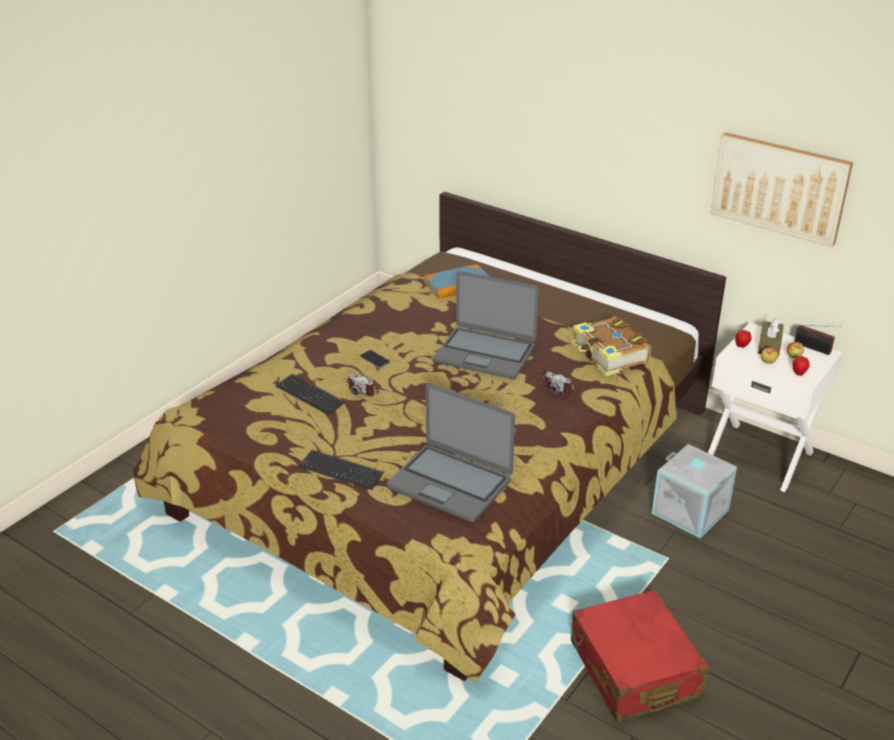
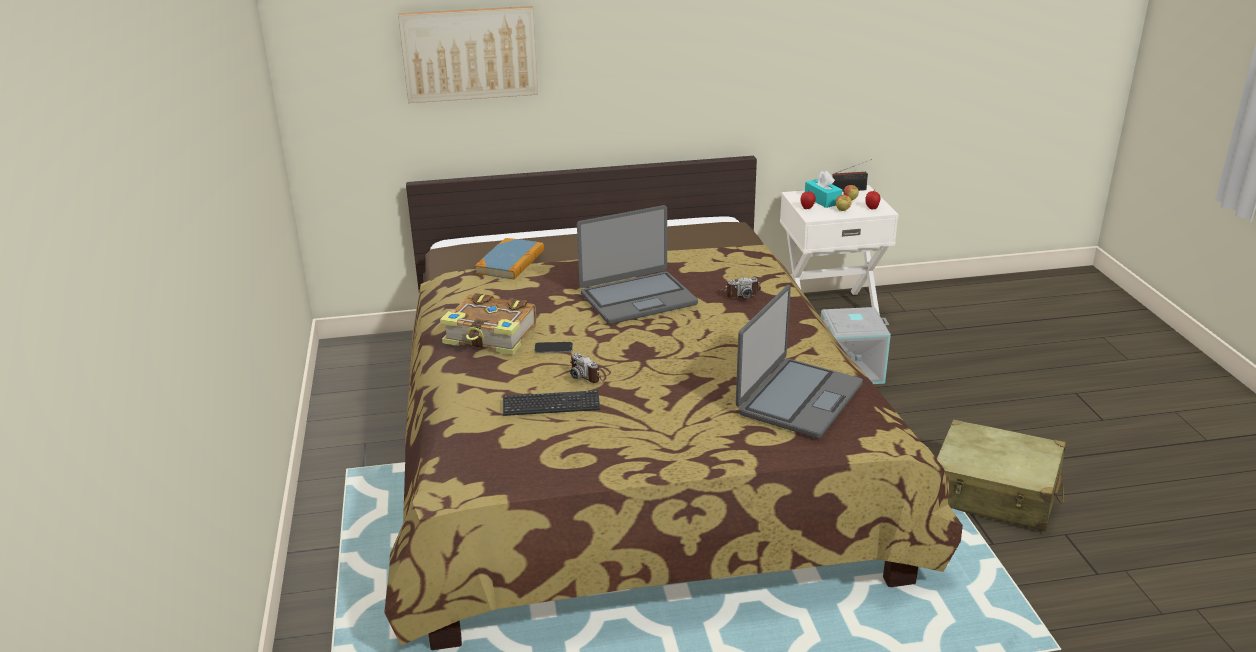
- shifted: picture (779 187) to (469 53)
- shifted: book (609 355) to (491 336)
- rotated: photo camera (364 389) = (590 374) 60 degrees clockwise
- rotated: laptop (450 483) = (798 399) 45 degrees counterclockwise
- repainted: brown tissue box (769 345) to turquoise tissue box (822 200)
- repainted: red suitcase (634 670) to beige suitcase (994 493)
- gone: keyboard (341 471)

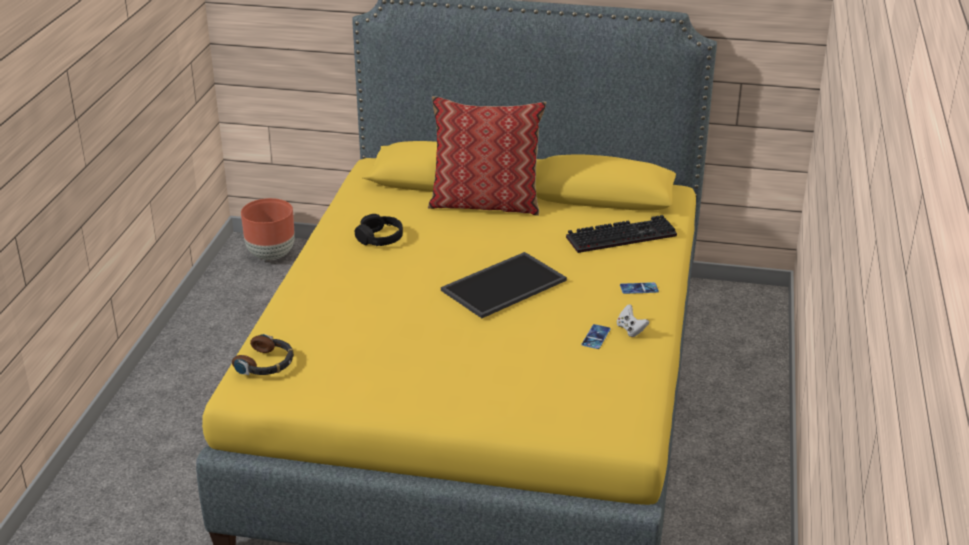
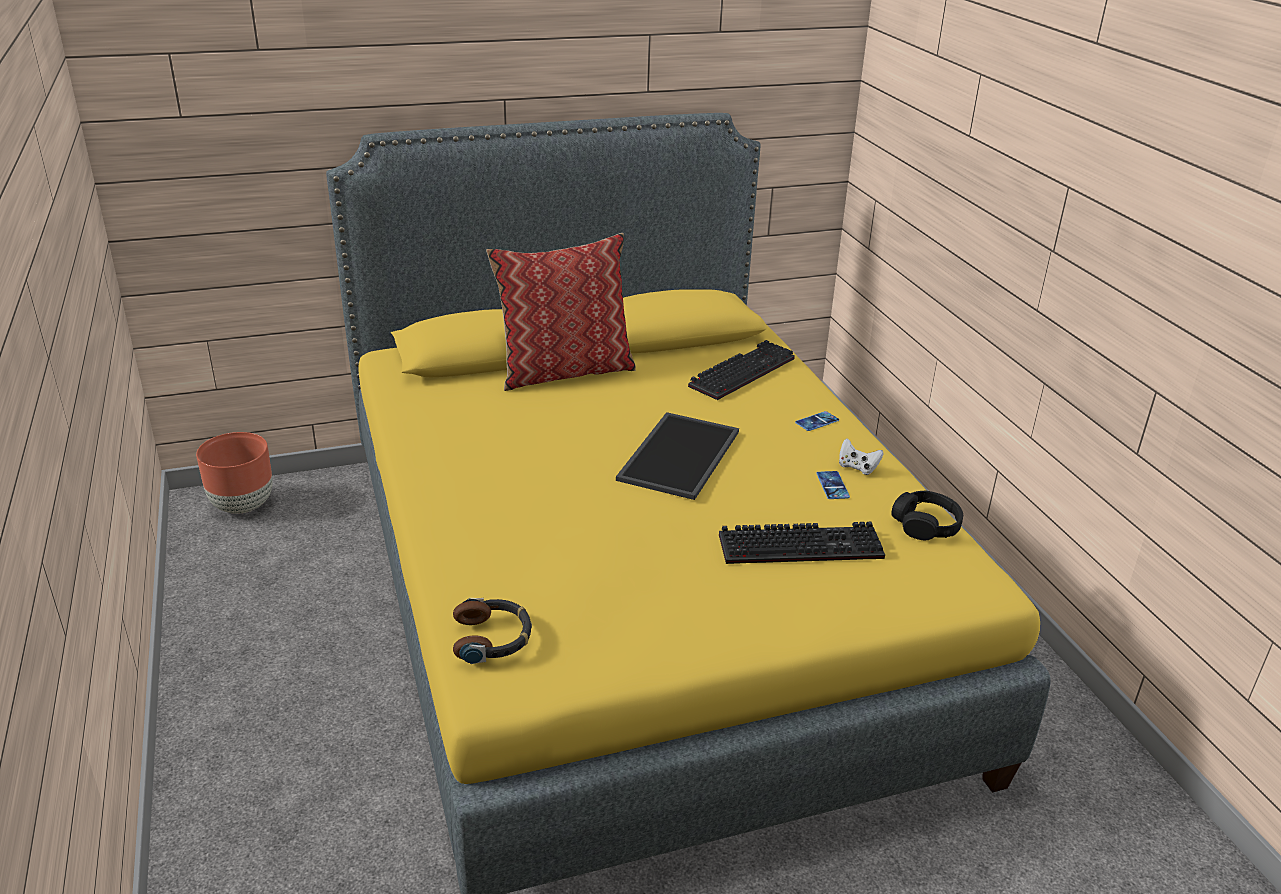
- new: keyboard (802 545)
- shifted: black headphones (379 238) to (926 525)

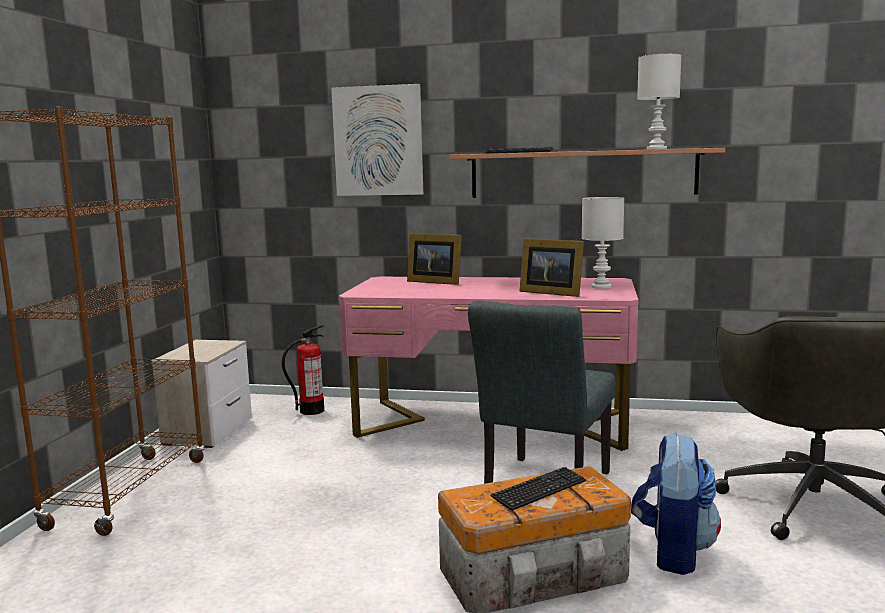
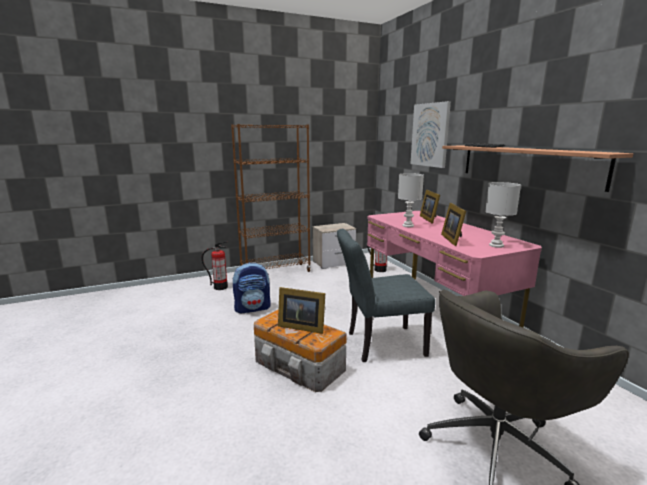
- new: fire extinguisher (220 287)
- shifted: backpack (673 551) to (252 308)
- swapped: keyboard (539 490) to picture frame (300 326)
- shifted: white table lamp (657 149) to (408 226)

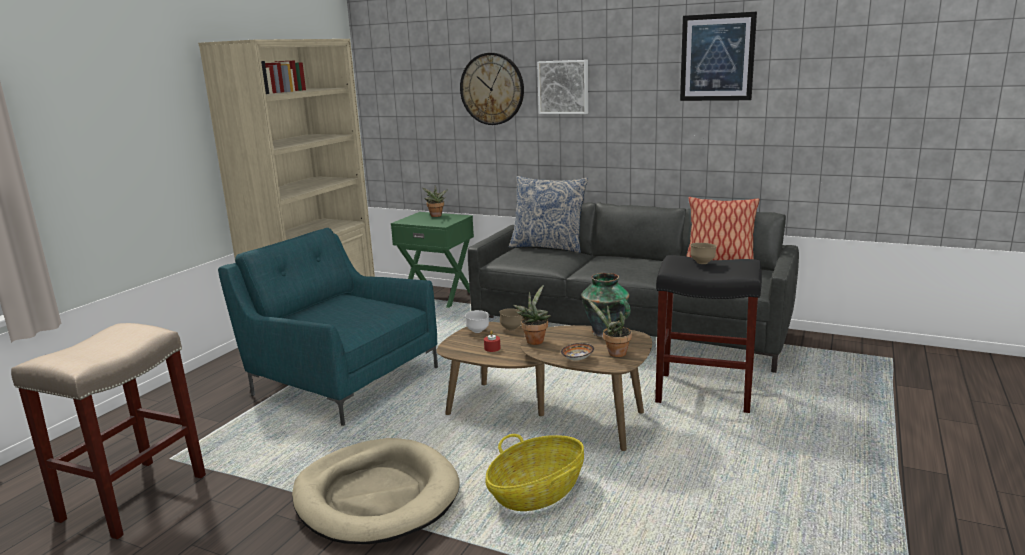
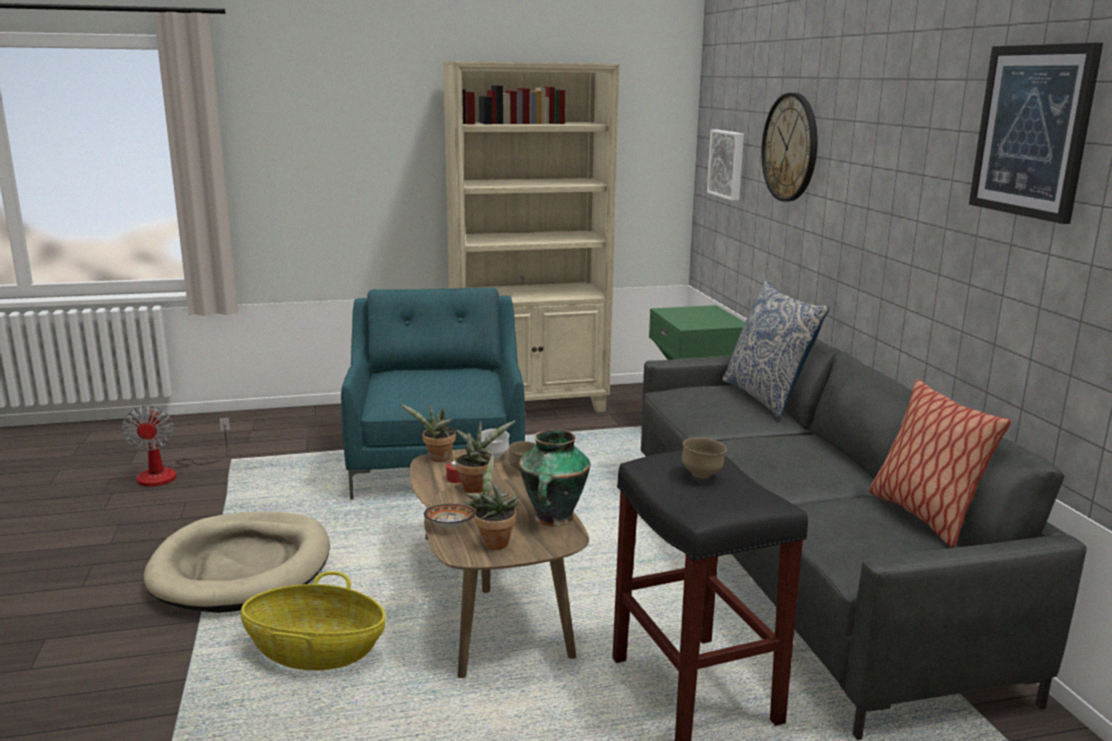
- swapped: beige stool (134 496) to fan (170 473)
- shifted: potted plant (436 216) to (437 458)
- shifted: picture (563 87) to (728 164)

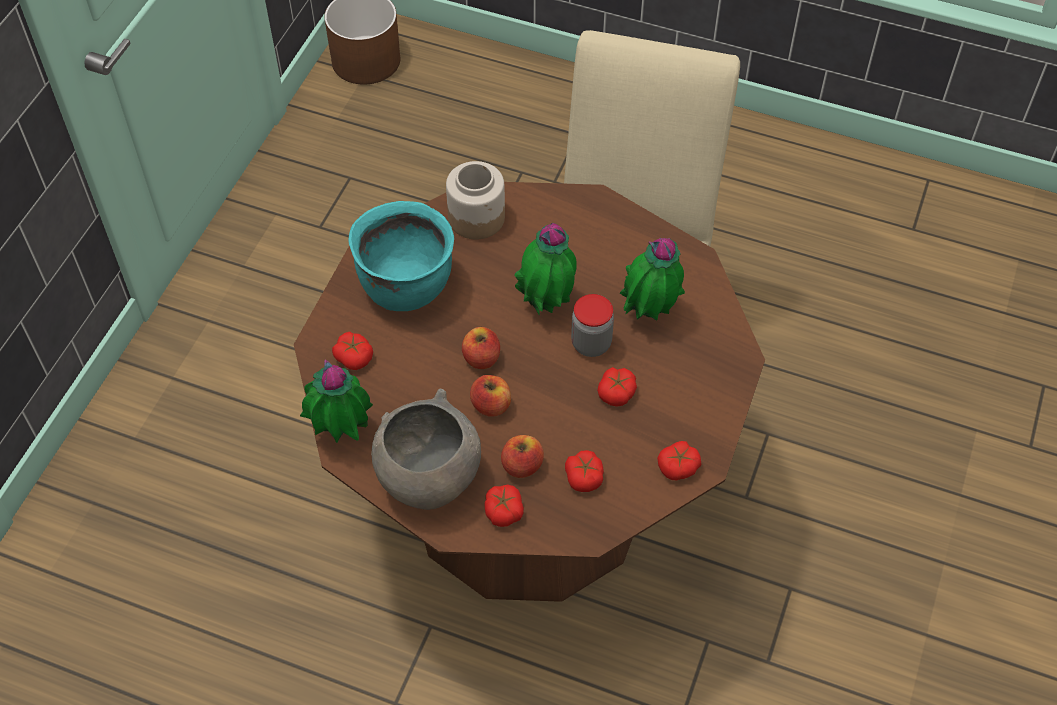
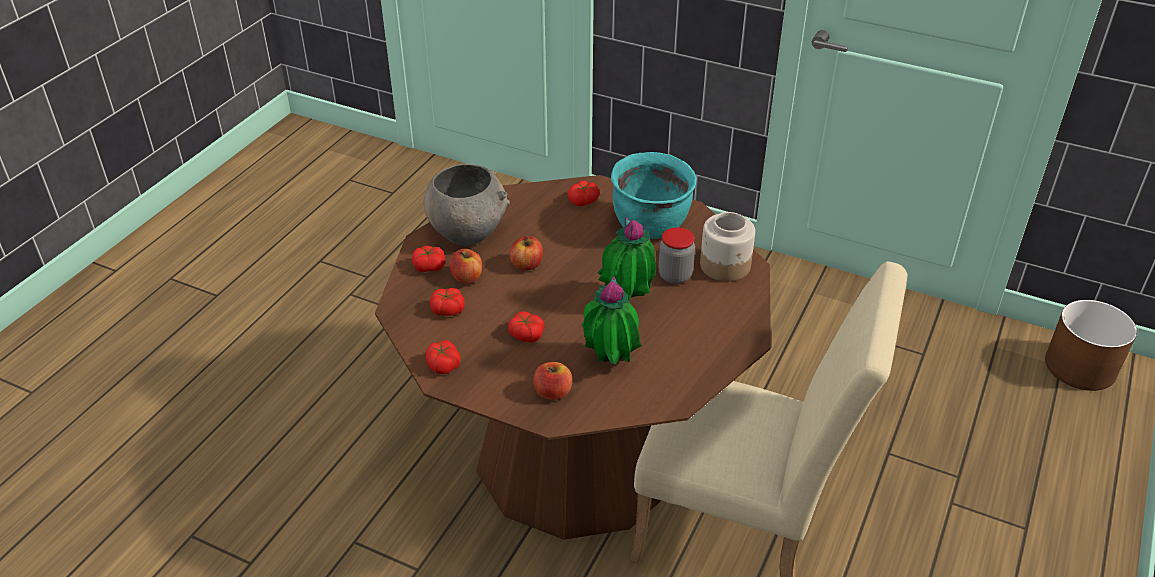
- shifted: apple (481 358) to (553 392)
- shifted: jar (591 343) to (675 275)
- gone: potted plant (341 433)

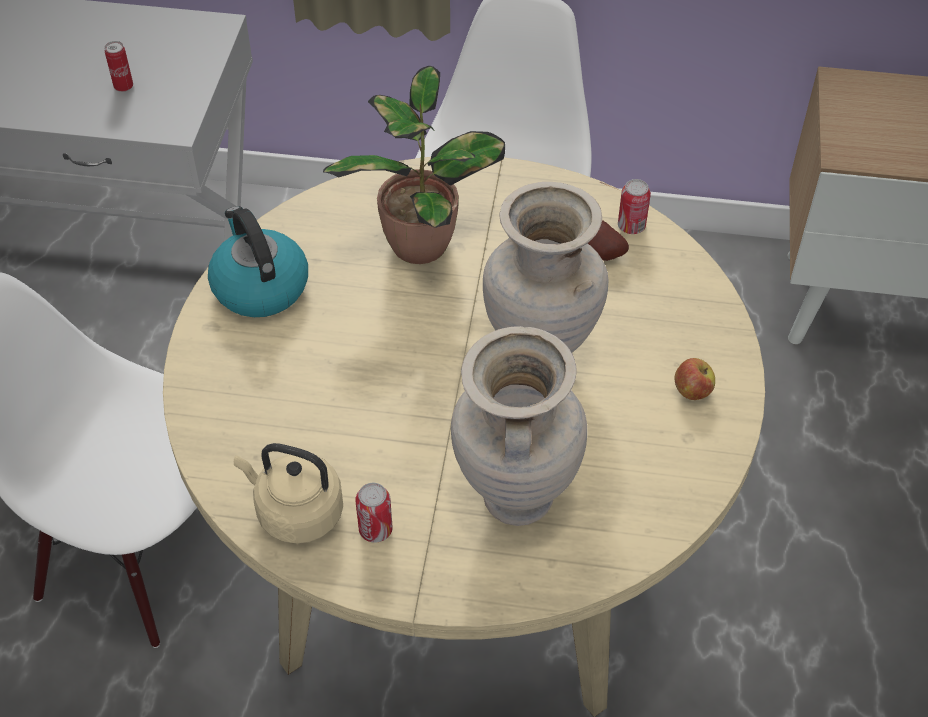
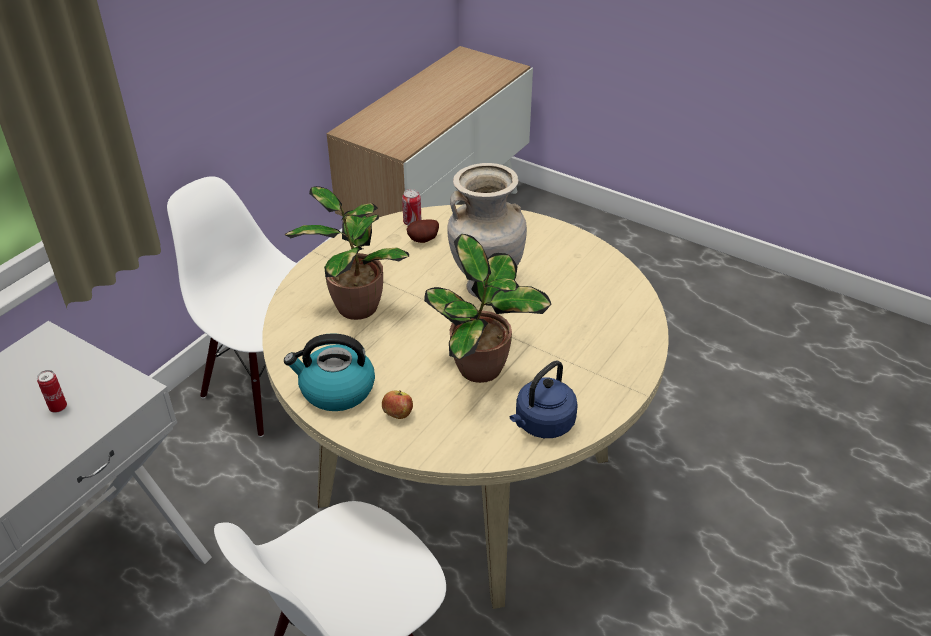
- shifted: apple (692 391) to (397 414)
- new: potted plant (482 369)
- repainted: beige kettle (295 512) to blue kettle (542 424)
- gone: can (375 530)
- gone: beige vase (514 499)

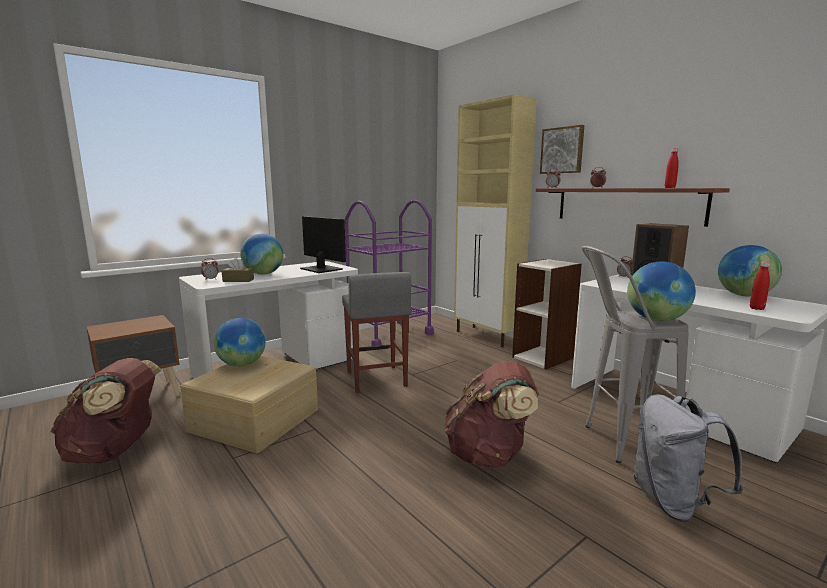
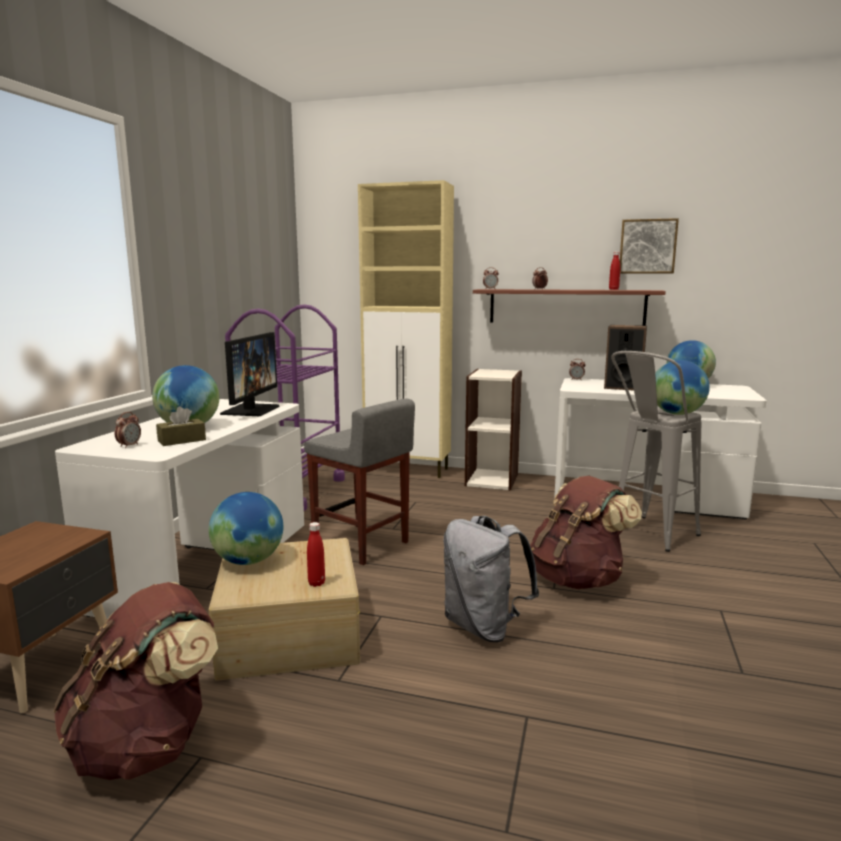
- rotated: monitor (321 269) = (250 410) 90 degrees clockwise
- shifted: red bottle (757 308) to (316 583)
- shifted: grey backpack (673 502) to (484 627)
- shifted: picture (562 150) to (647 246)

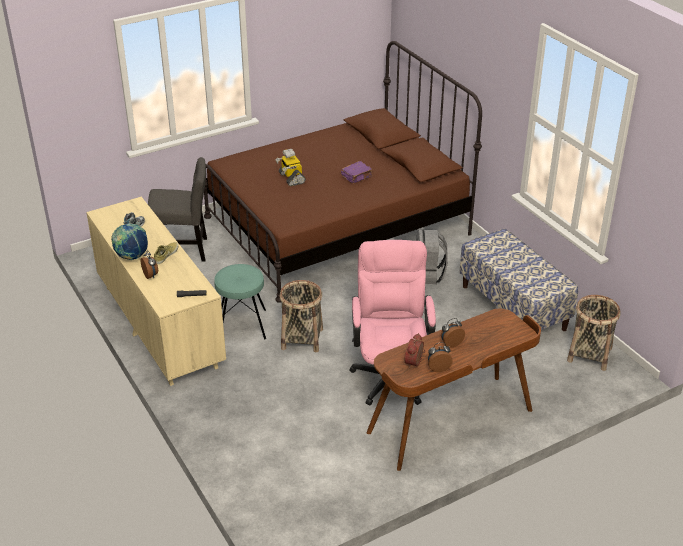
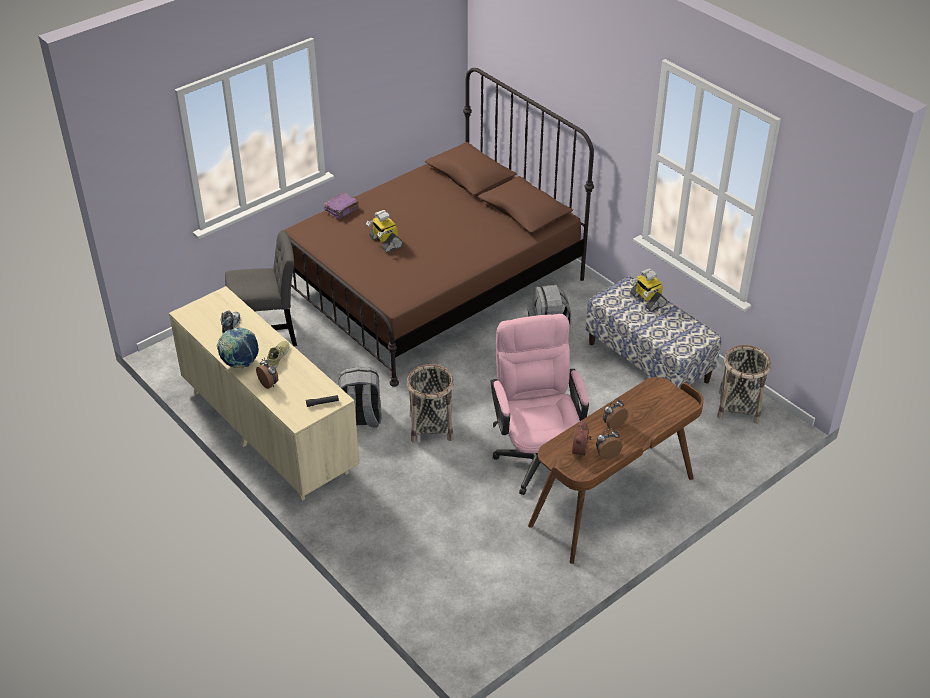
- shifted: purple book (357 177) to (342 210)
- swapped: turquoise stool (242 325) to grey backpack (361 418)
- new: toy robot (647 300)

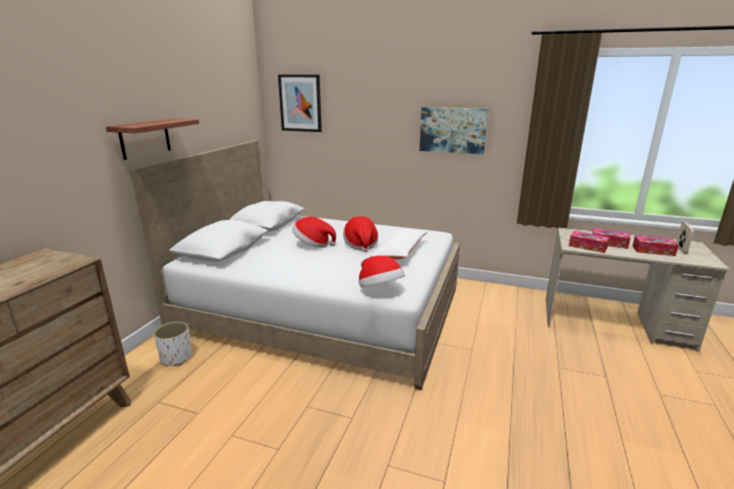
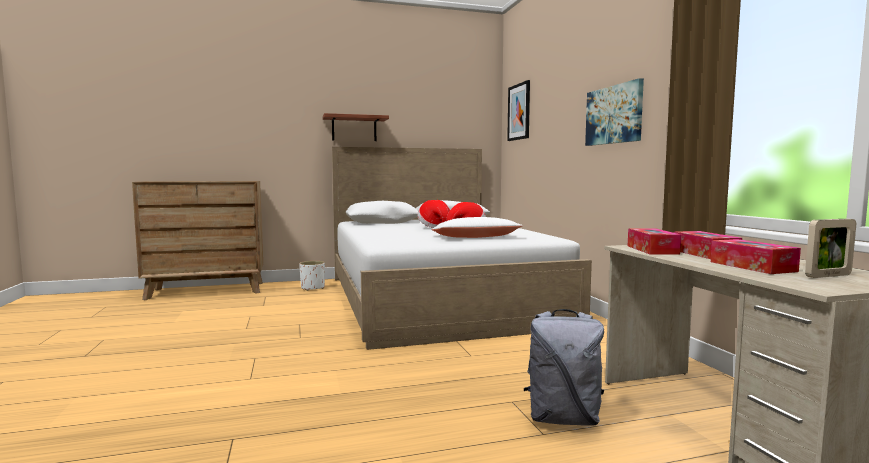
- new: grey backpack (563 418)
- gone: hat (380 289)

